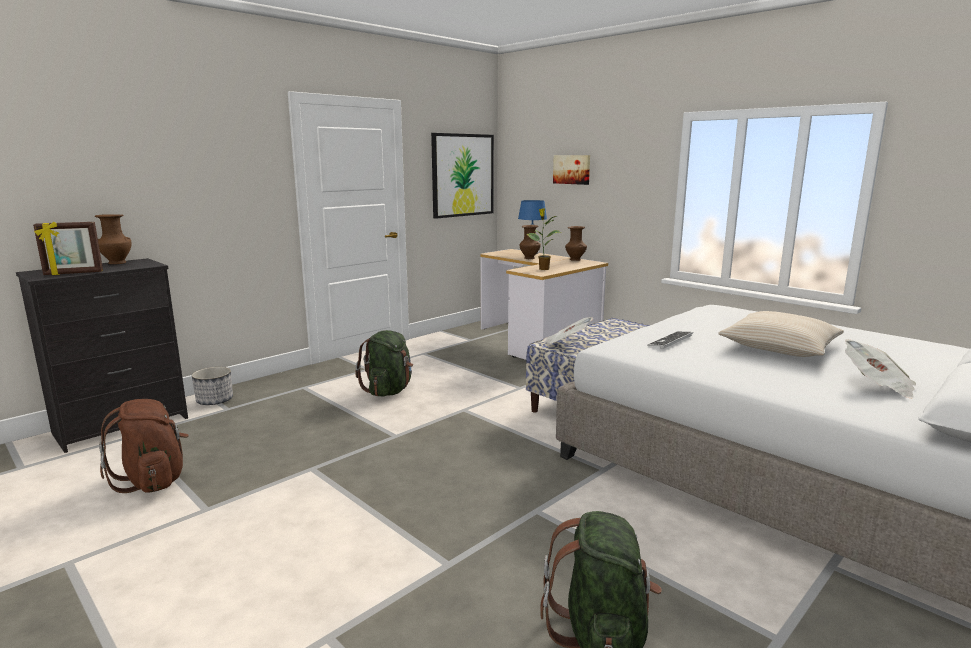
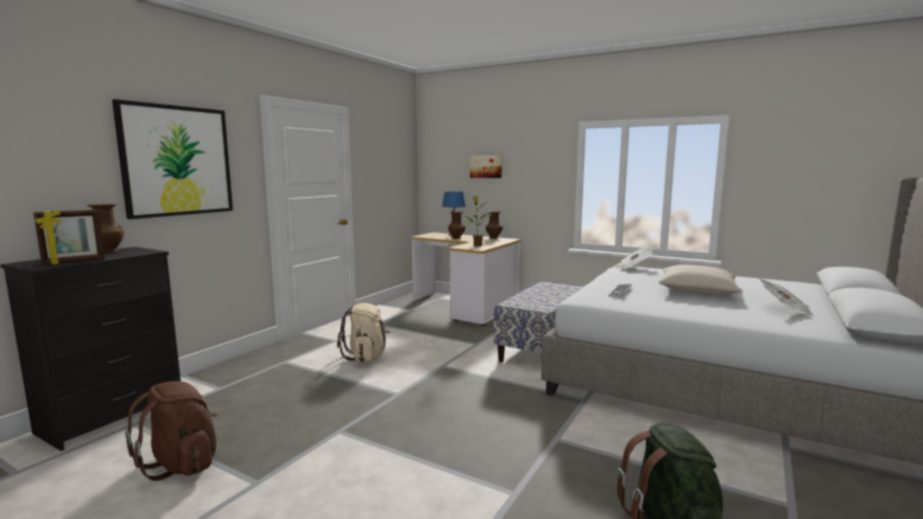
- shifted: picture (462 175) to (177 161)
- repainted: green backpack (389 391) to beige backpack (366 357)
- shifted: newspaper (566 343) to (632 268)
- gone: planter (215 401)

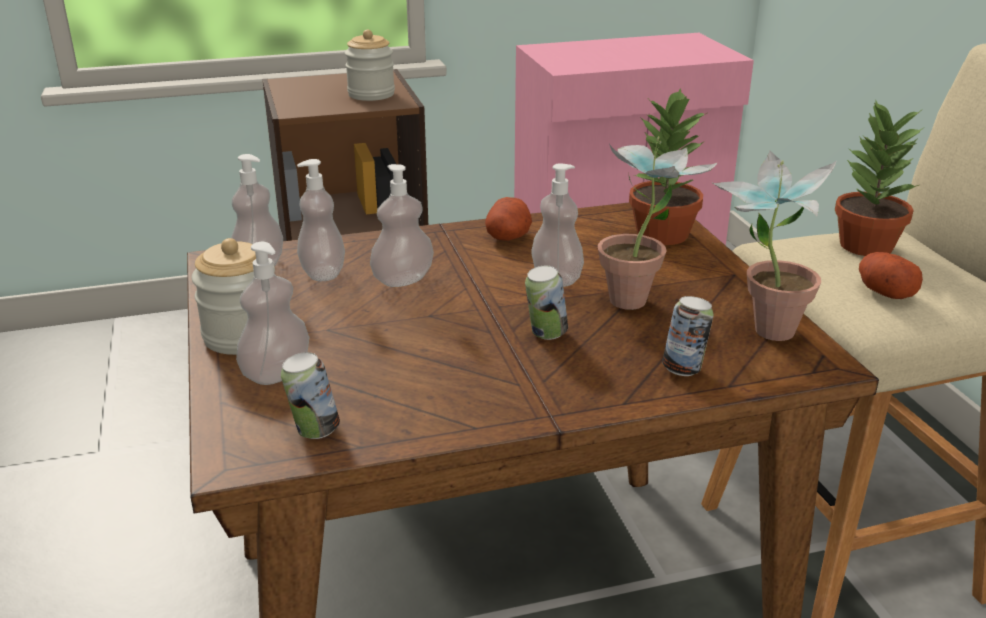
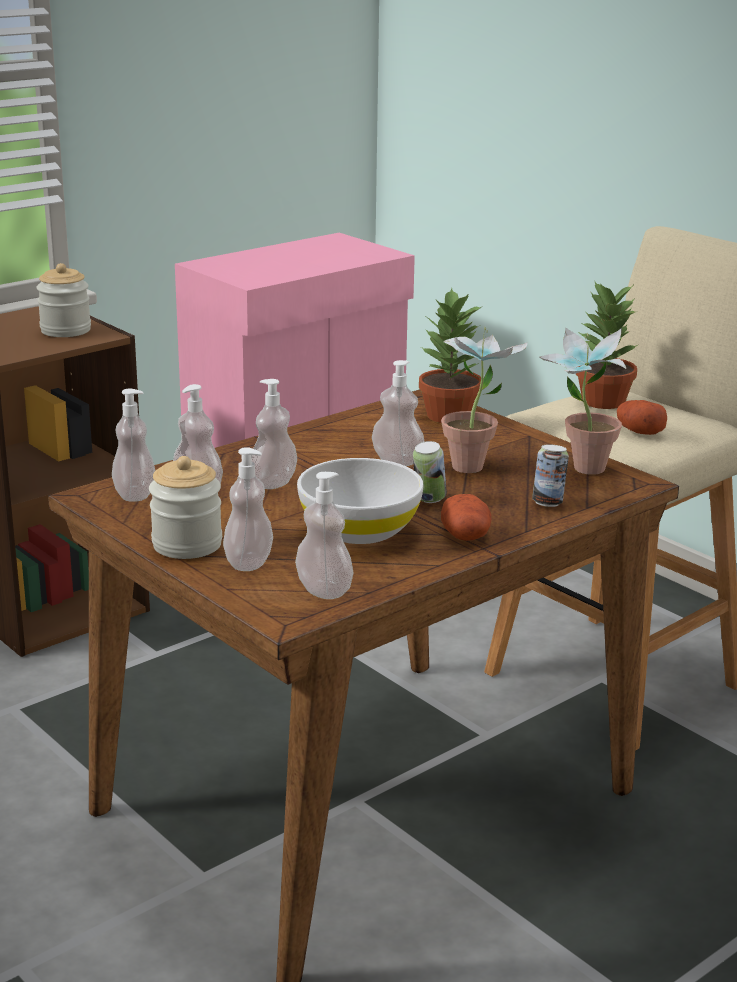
- swapped: can (314 431) to soap dispenser (324 590)
- new: white bowl (360 530)
- shifted: potato (508 237) to (466 536)

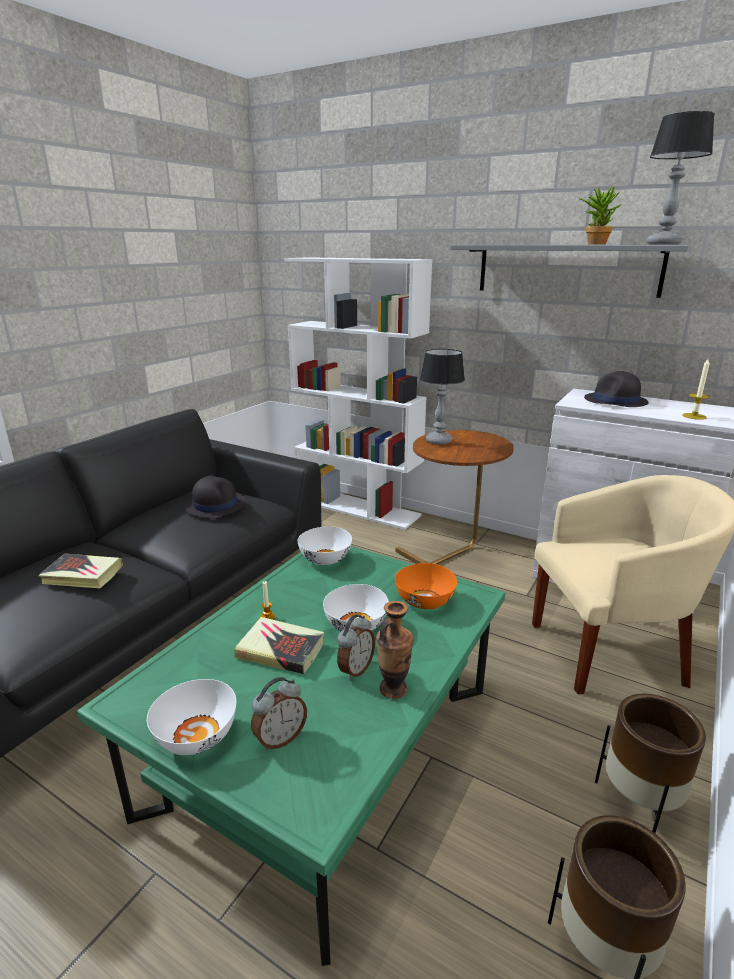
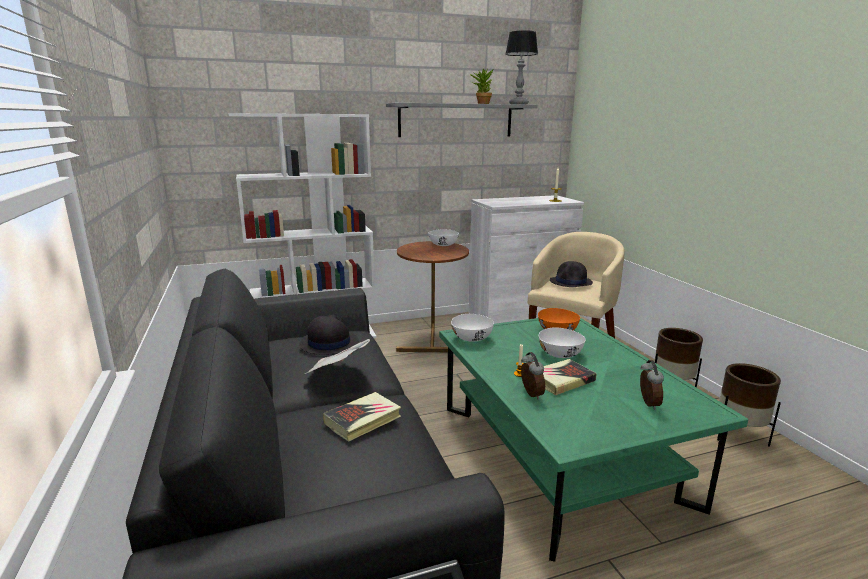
- new: newspaper (339 372)
- shifted: white bowl (196 736) to (443 245)
- shifted: alarm clock (355 669) to (530 394)
- shifted: black hat (615 401) to (571 282)
- gone: vase (393 689)
- gone: table lamp (439 441)

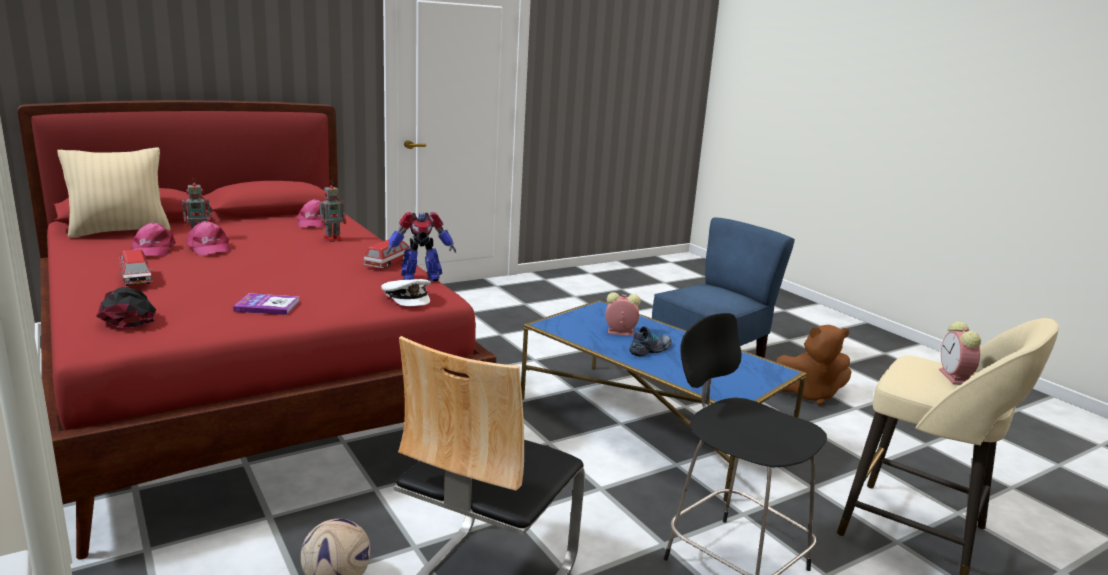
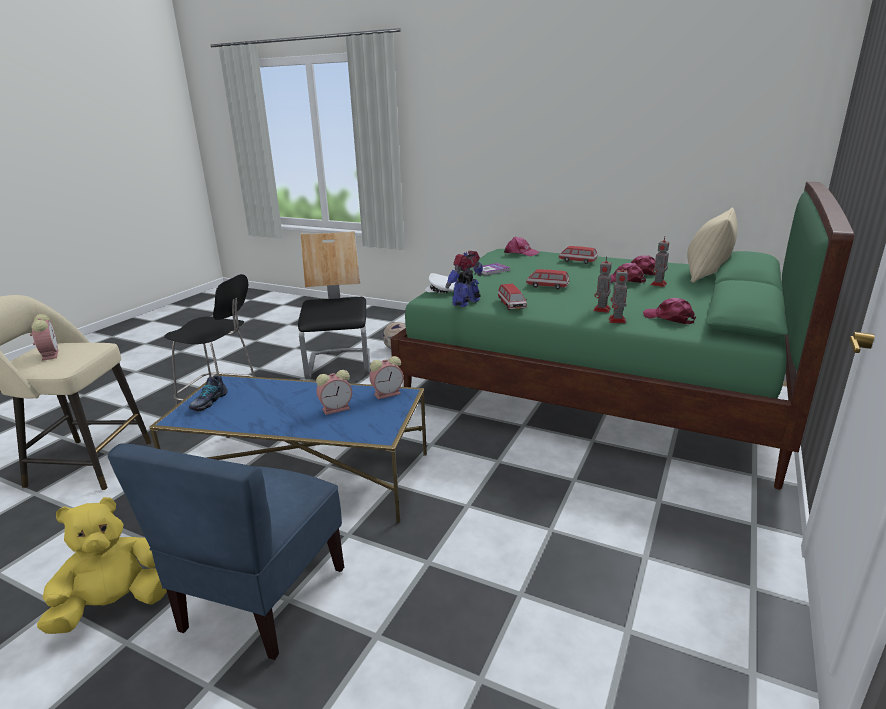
- repainted: brown plush toy (809 394) to yellow plush toy (115 605)
- shifted: shoe (651 350) to (208 402)
- new: alarm clock (388 393)
- repainted: red bed (247 389) to green bed (597 387)
- repainted: black cap (127 316) to pink cap (521 253)
- new: toy car (547 286)
- new: toy robot (617 321)

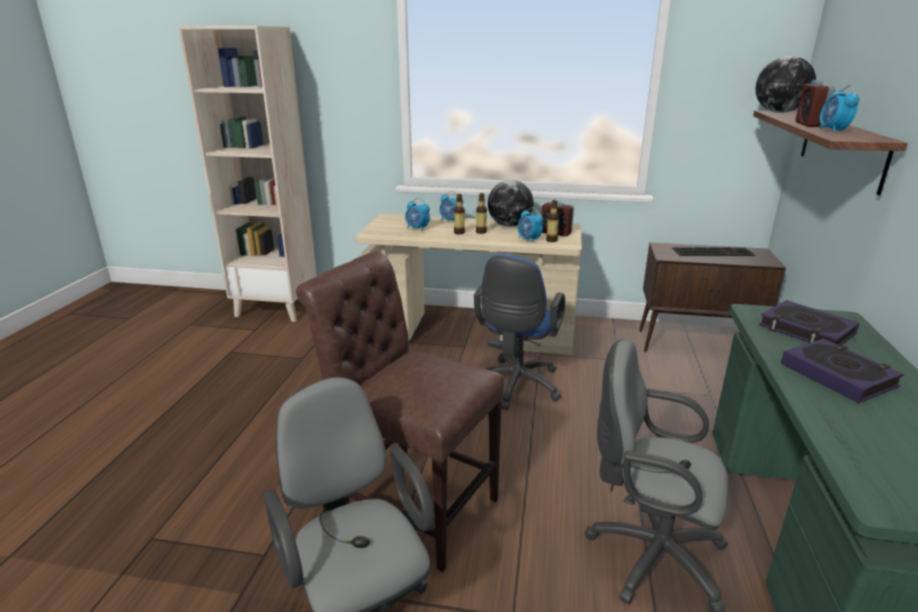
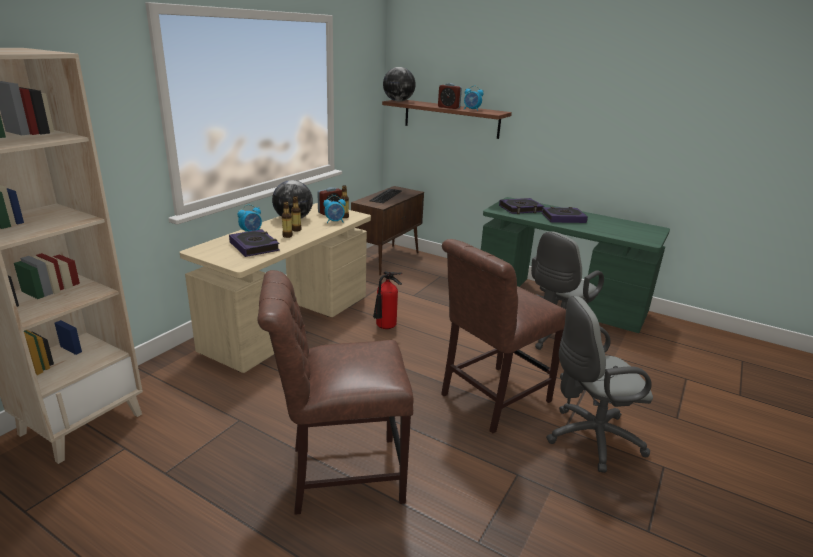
- swapped: alarm clock (417 229) to book (254 246)
- new: brown chair (339 473)
- swapped: blue office chair (515 387) to fire extinguisher (385 328)

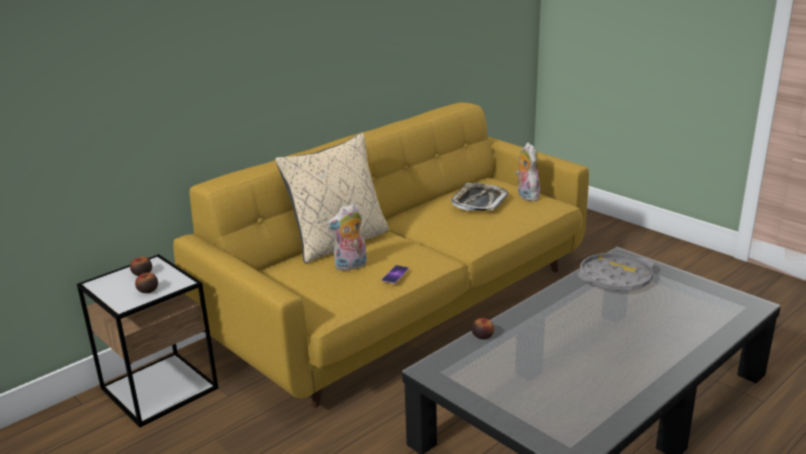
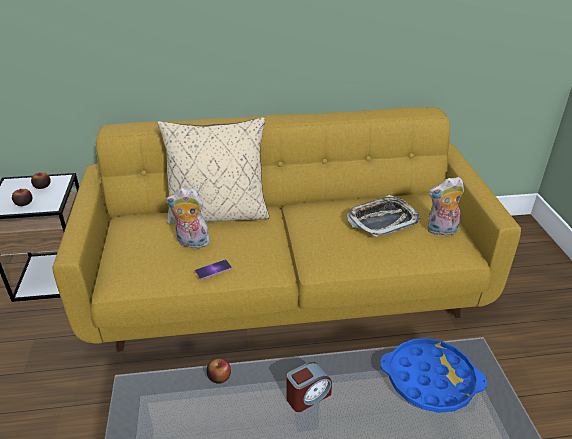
- new: alarm clock (308 396)
- repainted: grey tray (615 278) to blue tray (430 379)
- rotated: plush toy (526 196) = (441 231) 120 degrees counterclockwise

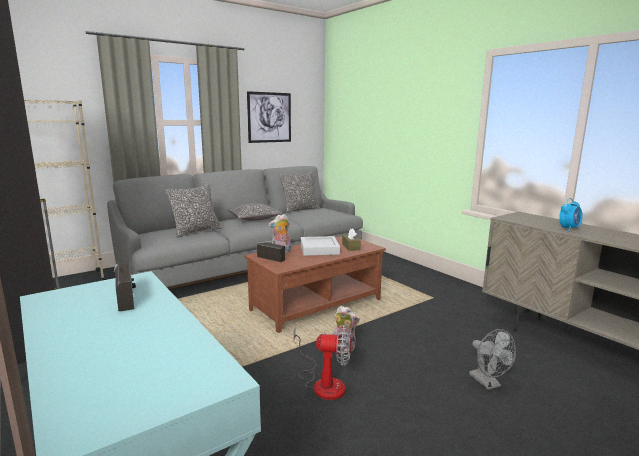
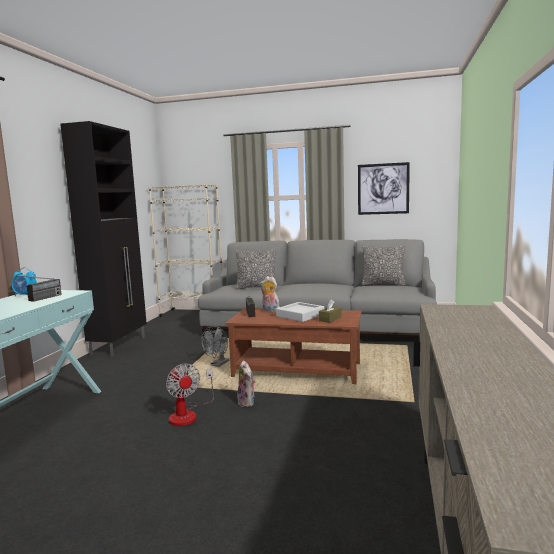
- shifted: alarm clock (569 229) to (25 295)
- shifted: grey fan (488 383) to (218 364)
- gone: pillow (253 218)

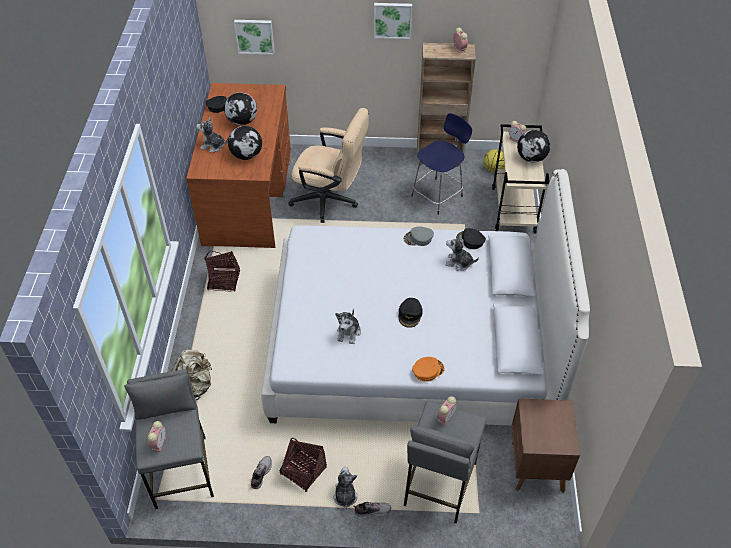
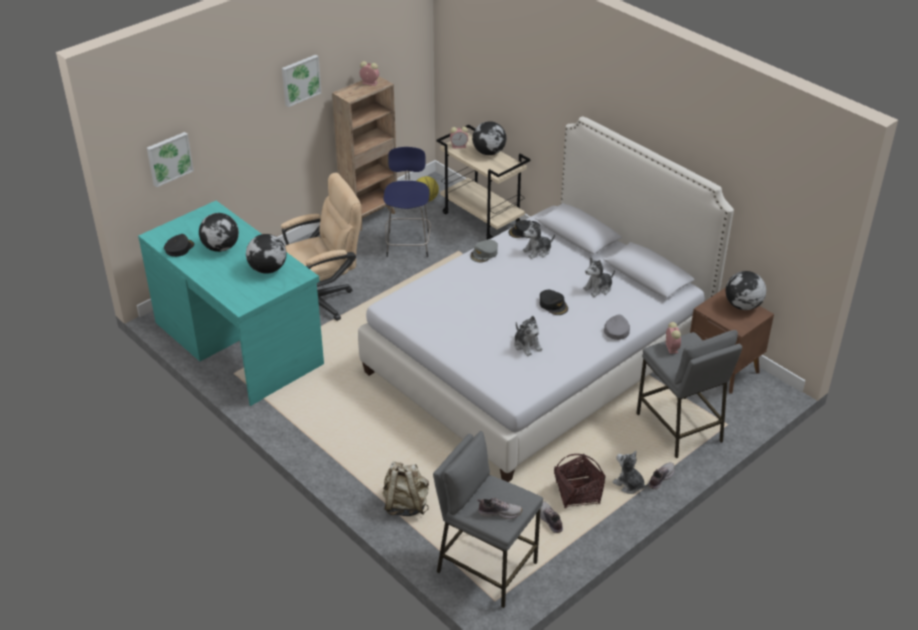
- repainted: brown desk (248 197) to turquoise desk (239 342)
- swapped: alarm clock (159 442) to shoe (499 512)
- shifted: plush toy (213 146) to (598 288)
- repainted: orange cap (428 370) to grey cap (616 330)
- new: globe (742 306)
- gone: basket (224 280)

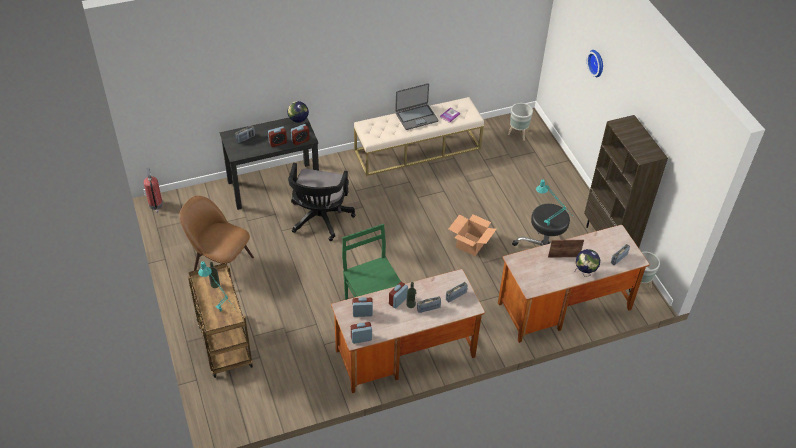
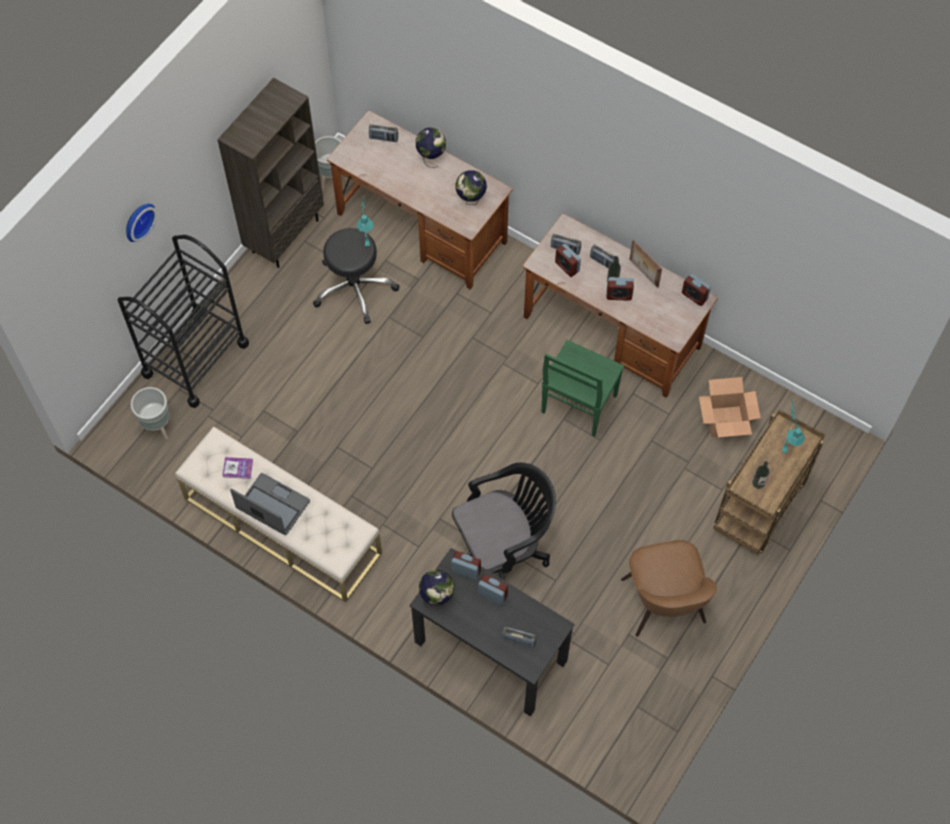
- new: black cart (195 359)
- new: globe (471 200)
- shifted: alarm clock (362 313) to (567 267)
- shifted: picture frame (563 256) to (643 273)
- shifted: cardboard box (471 244) to (725 421)
- gone: fire extinguisher (156 205)

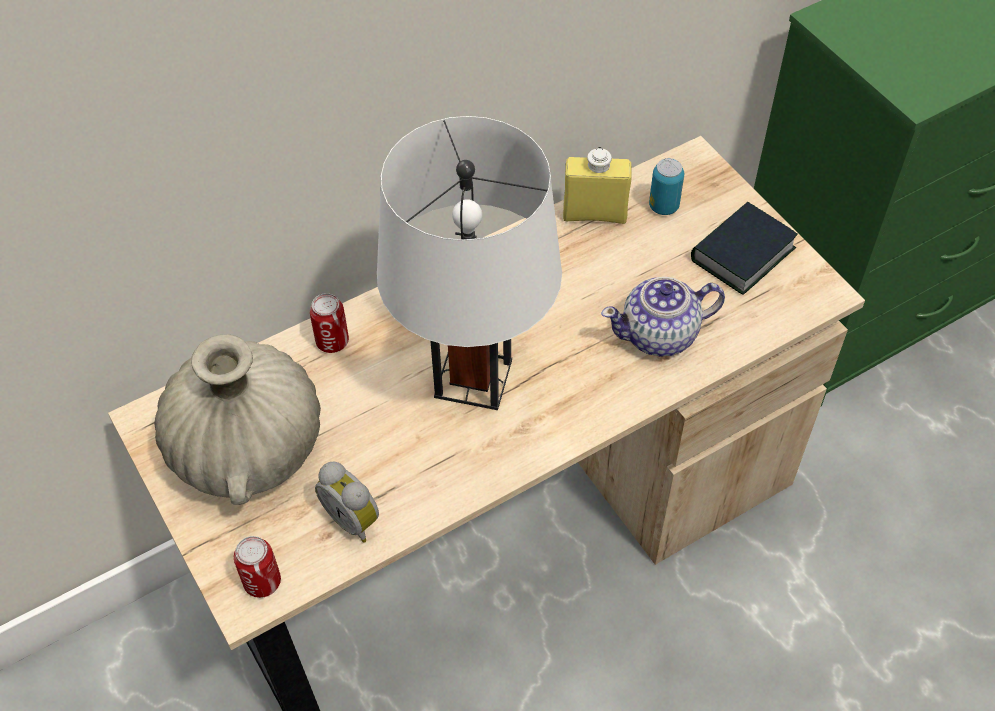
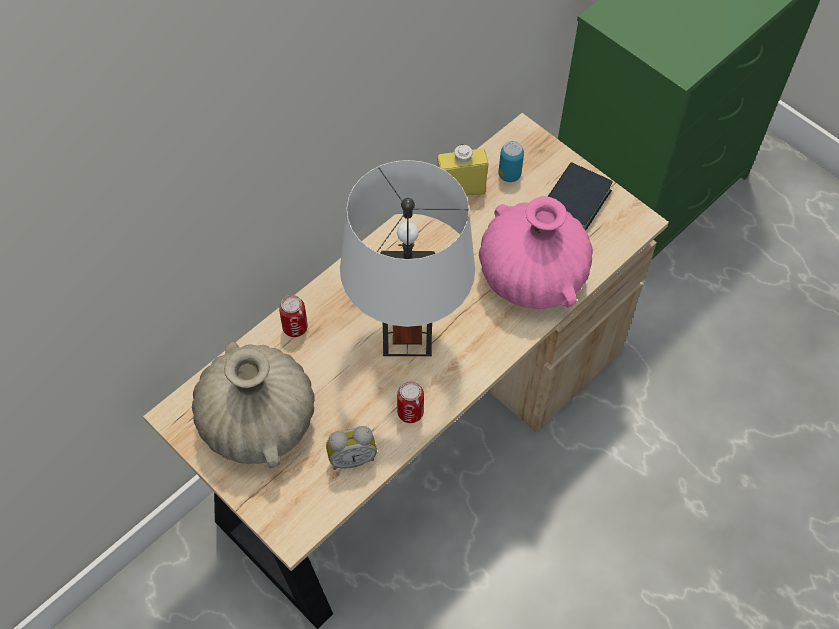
- rotated: alarm clock (354 518) = (352 457) 45 degrees counterclockwise
- shifted: can (262 582) to (410 412)
- swapped: teapot (660 335) to pink vase (532 276)

